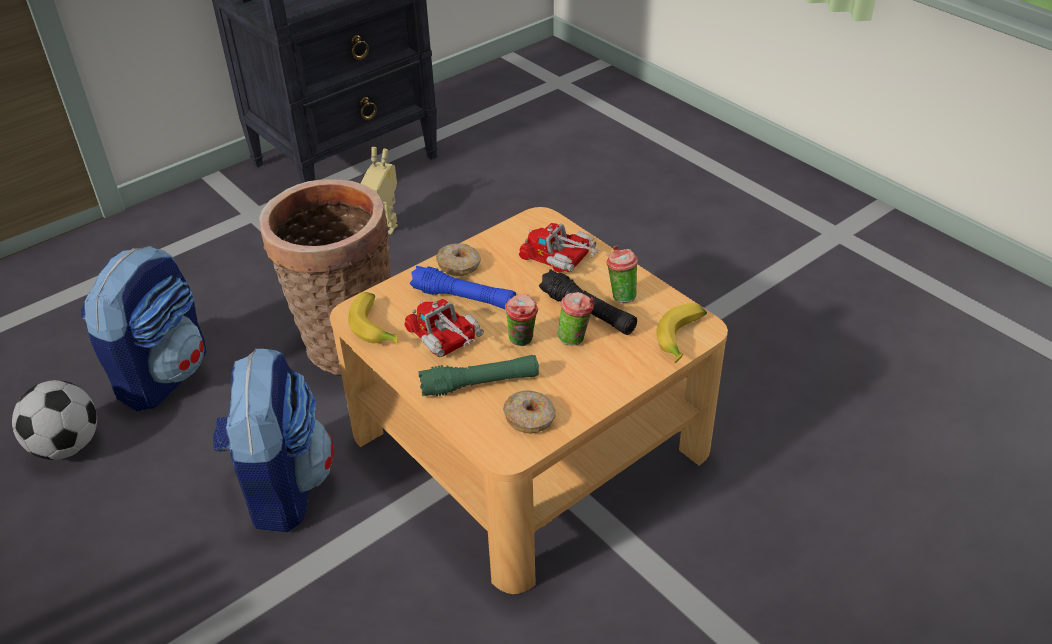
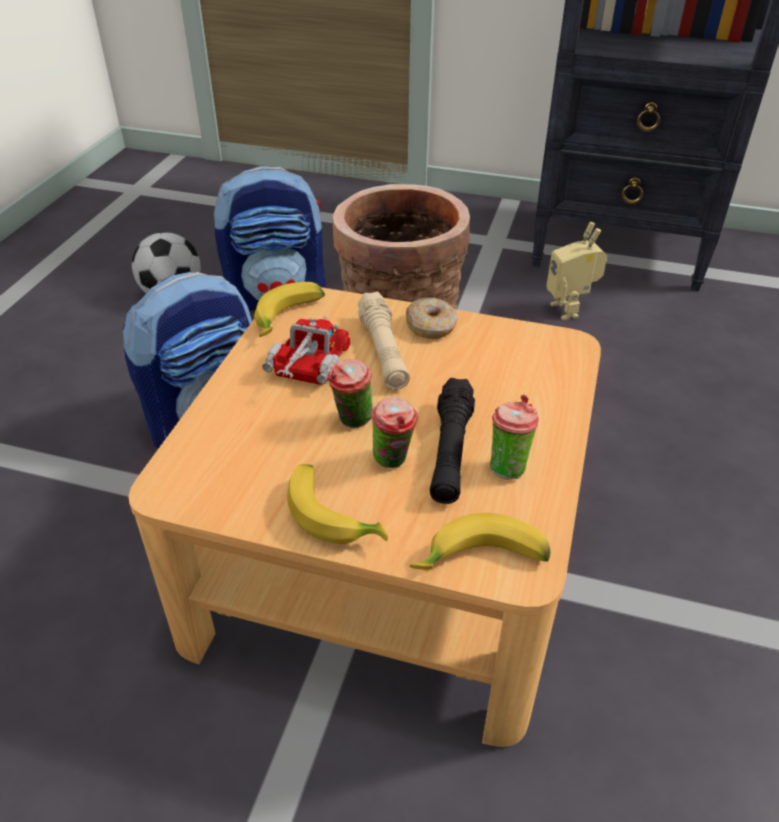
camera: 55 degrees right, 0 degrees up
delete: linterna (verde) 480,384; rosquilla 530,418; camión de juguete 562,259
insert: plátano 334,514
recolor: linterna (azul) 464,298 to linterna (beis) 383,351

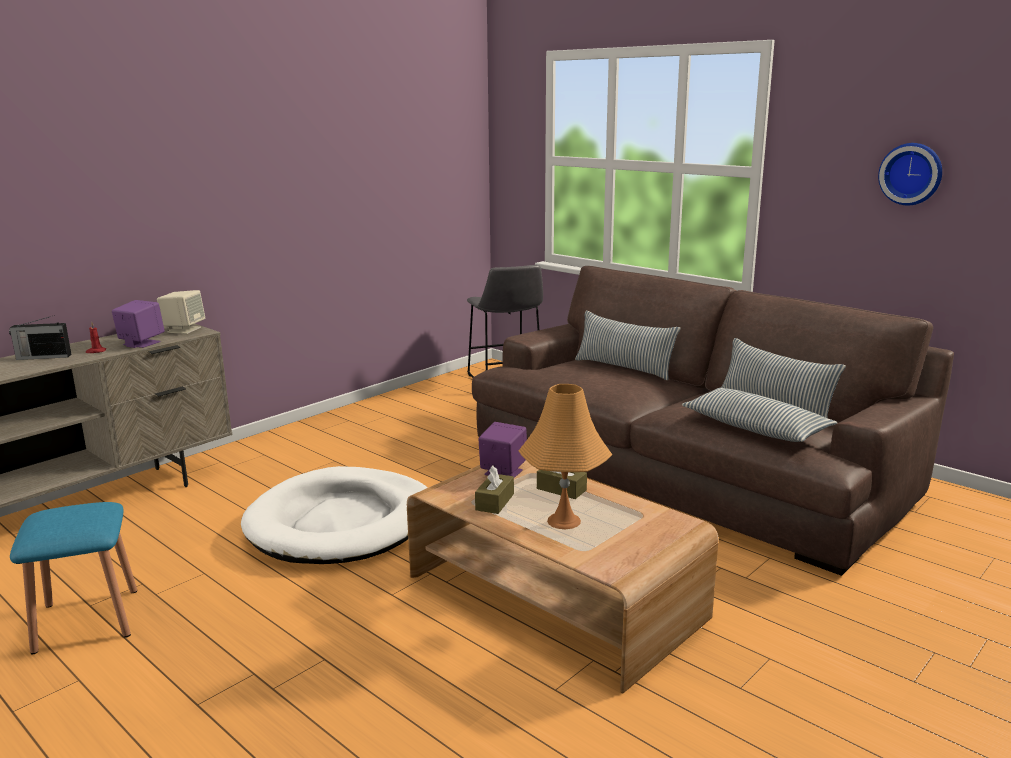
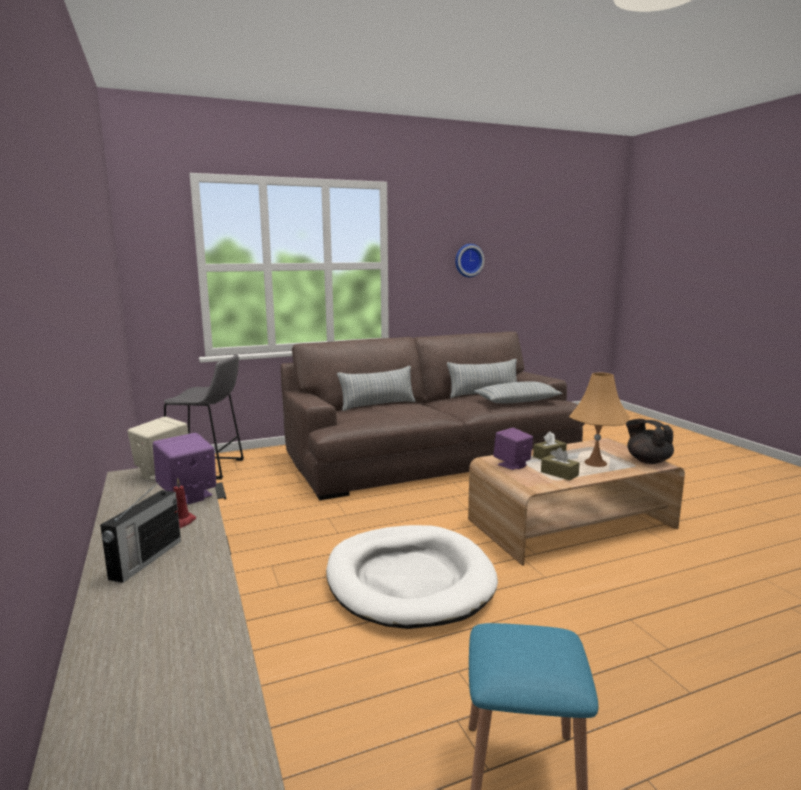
camera: 65 degrees left, 5 degrees down
insert: tetera (negro) 647,461

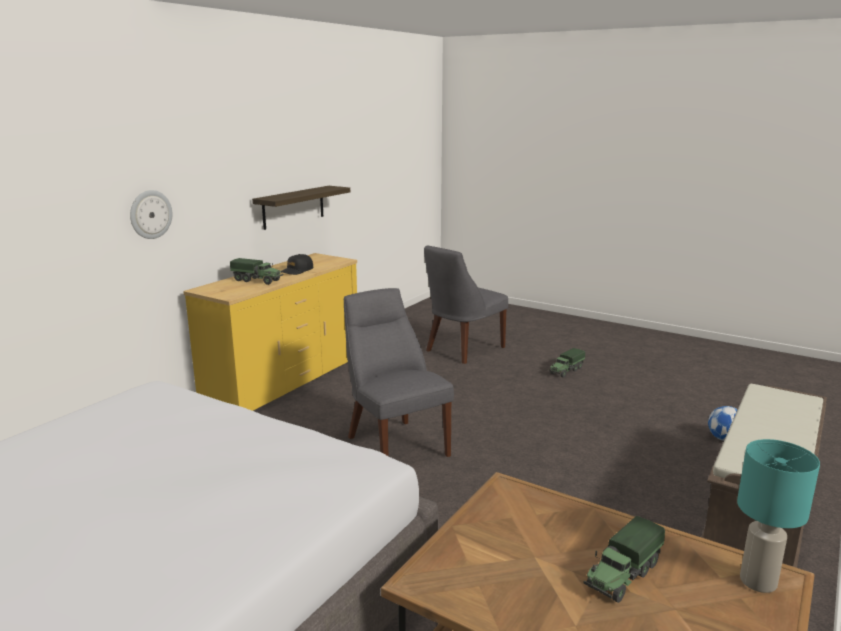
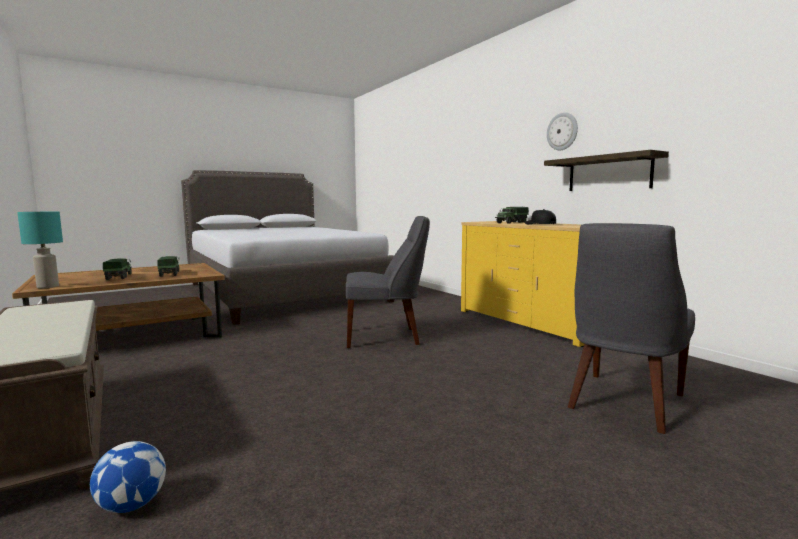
camera: 115 degrees right, 10 degrees down
move: camión de juguete 566,371 to 169,273; reloj de pared 150,214 to 562,131
rotate: silla (gris) 462,350 = 623,403 120 degrees counterclockwise

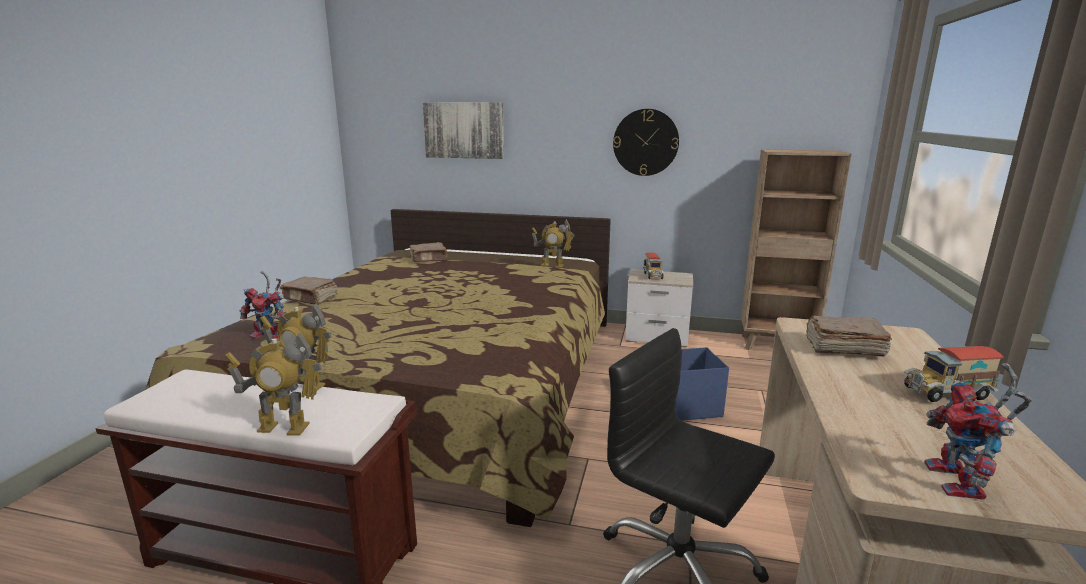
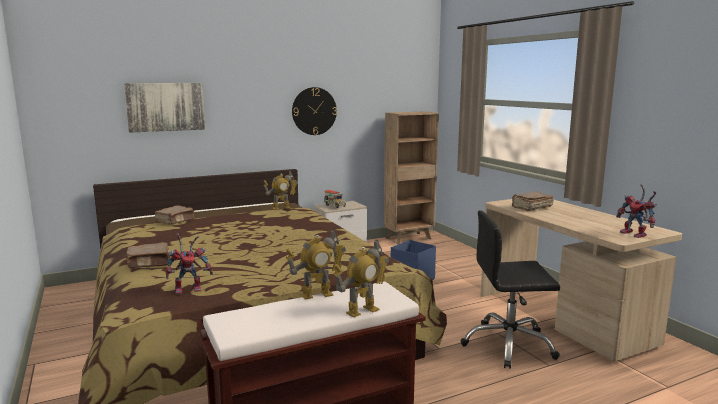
camera: 40 degrees left, 5 degrees down
delete: camión de juguete 946,394

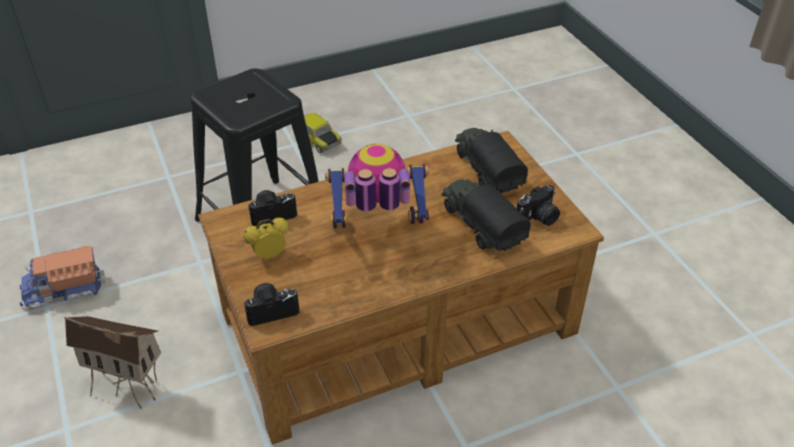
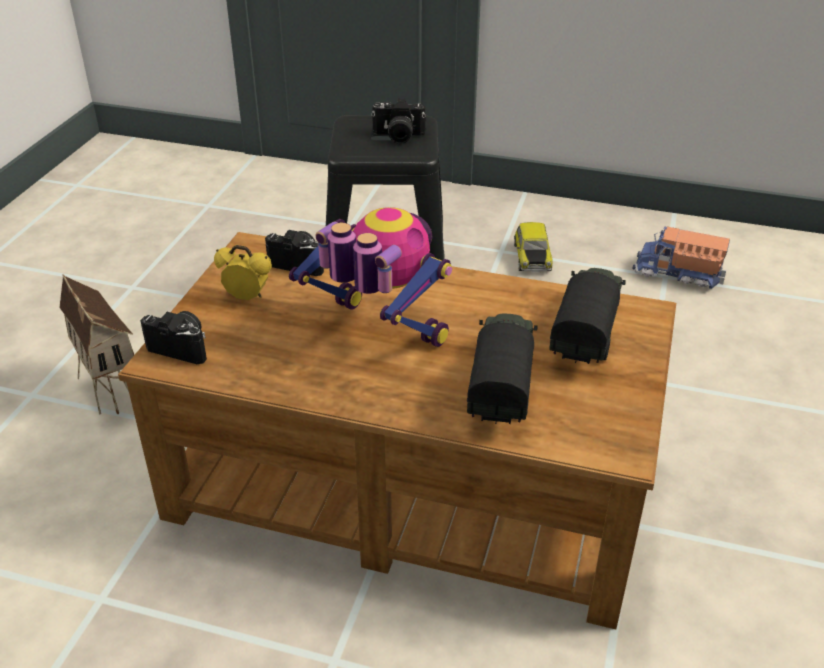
camera: 40 degrees right, 5 degrees down
move: cámara 538,218 to 398,136; camión de juguete 64,290 to 678,274

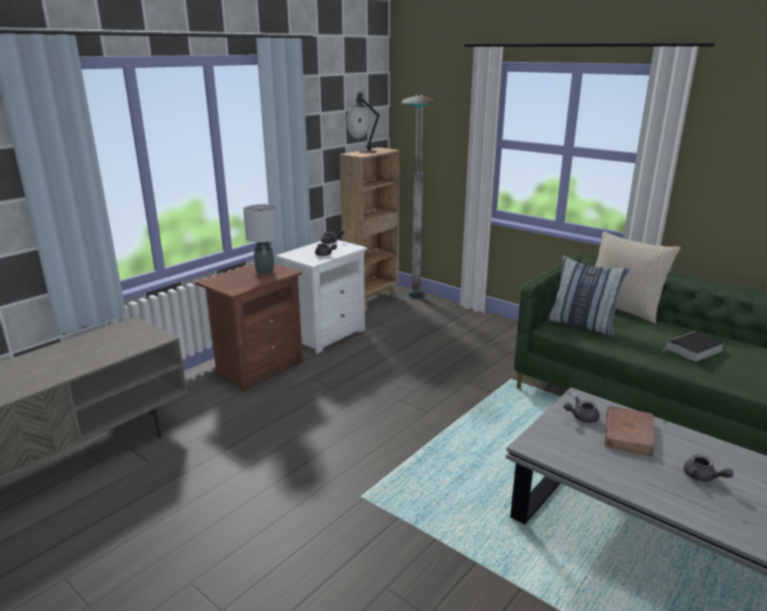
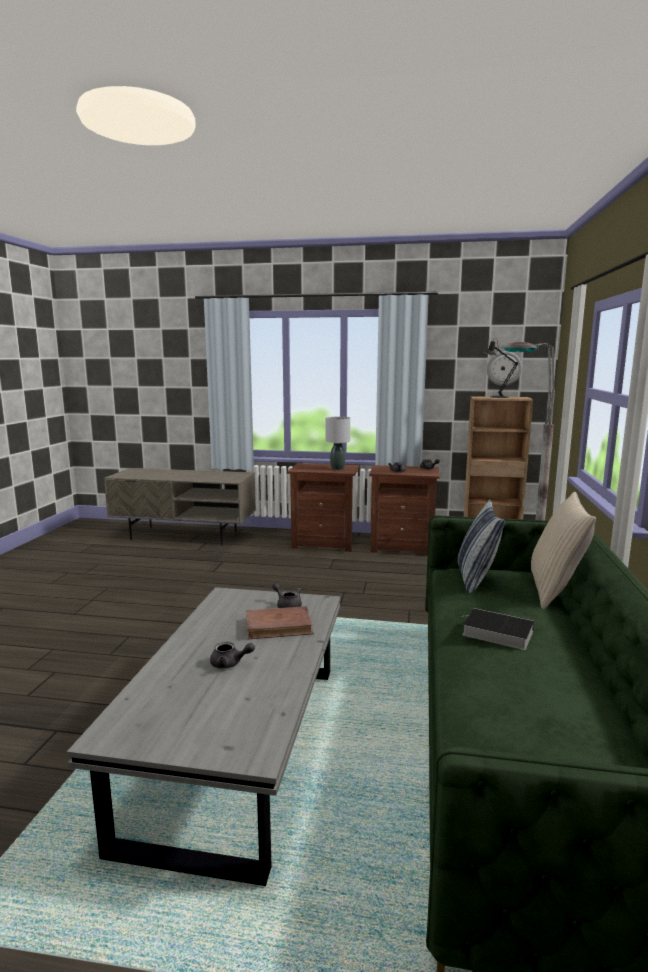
camera: 60 degrees right, 10 degrees down
recolor: mesita de noche (blanco) 325,334 to mesita de noche (marrón) 402,547
rotate: tetera (gris) 702,477 = 230,664 105 degrees counterclockwise

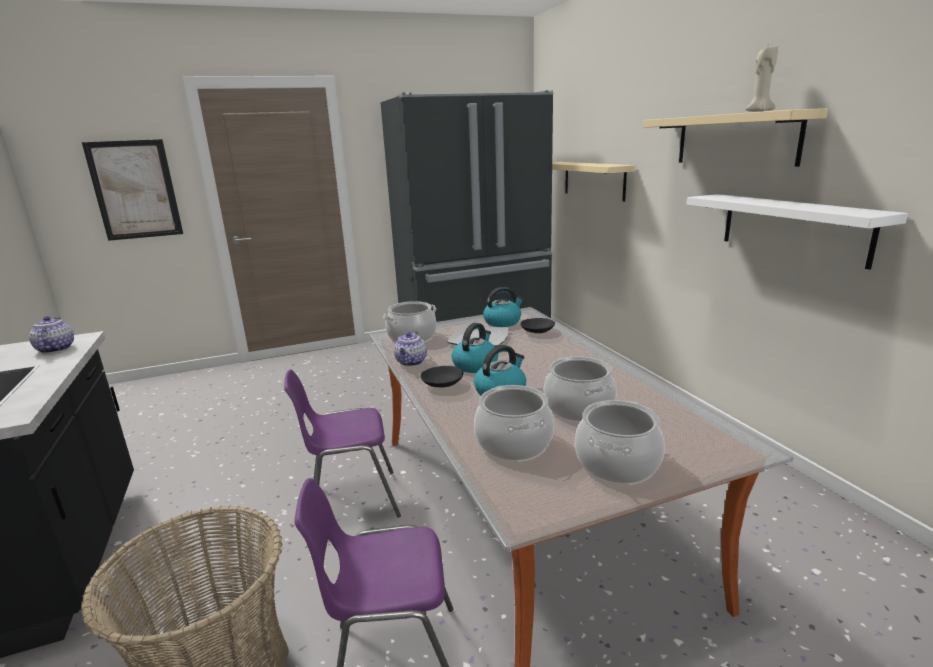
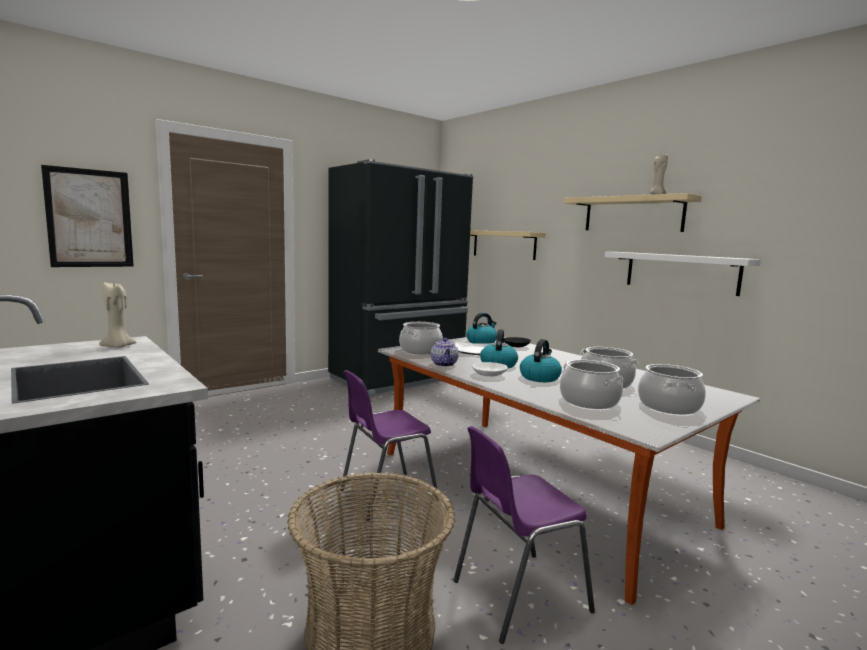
camera: 20 degrees left, 10 degrees down
replace: tetera 55,349 to vela (beis) 118,346
recolor: cuenco (negro) 441,384 to cuenco (blanco) 488,375

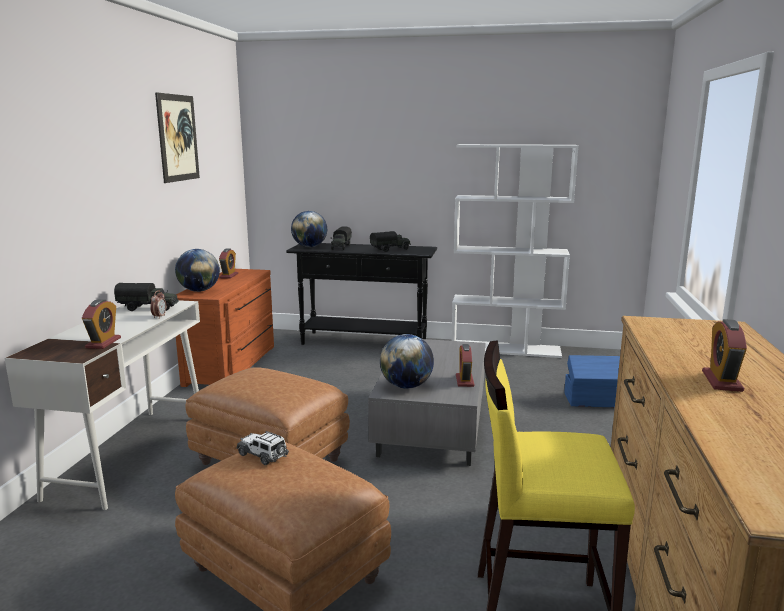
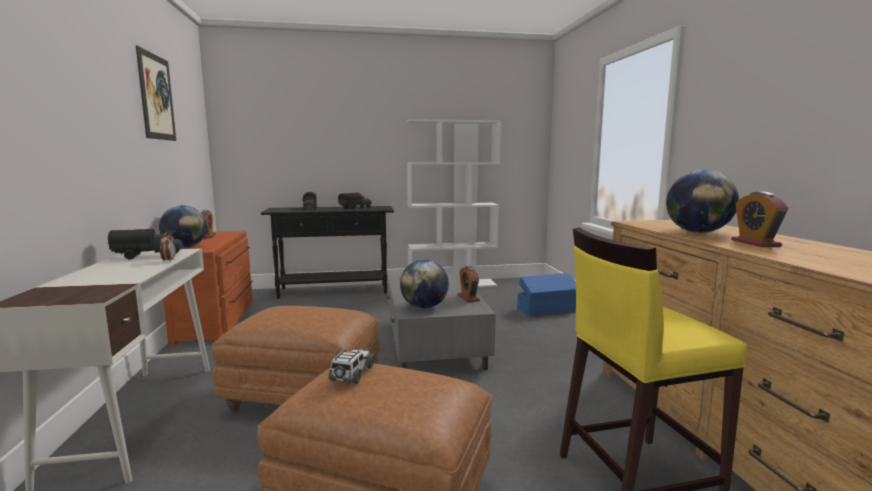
camera: 20 degrees left, 5 degrees down
delete: despertador 103,343
move: globo terráqueo 309,247 to 697,232
rotate: coche de juguete 263,455 = 352,374 90 degrees clockwise

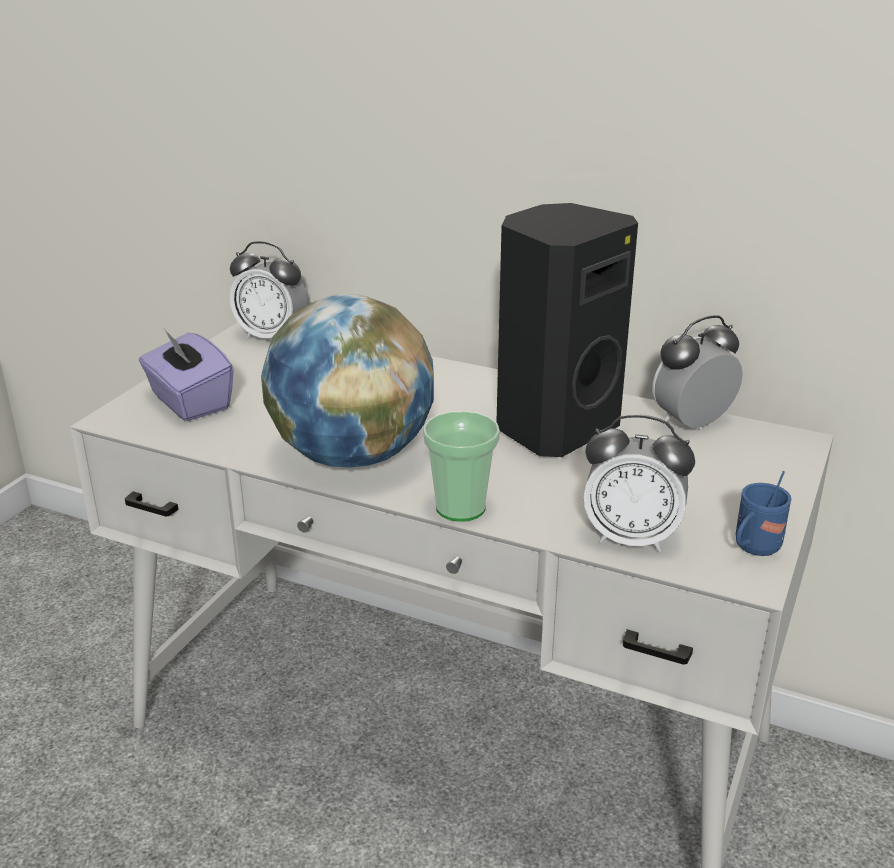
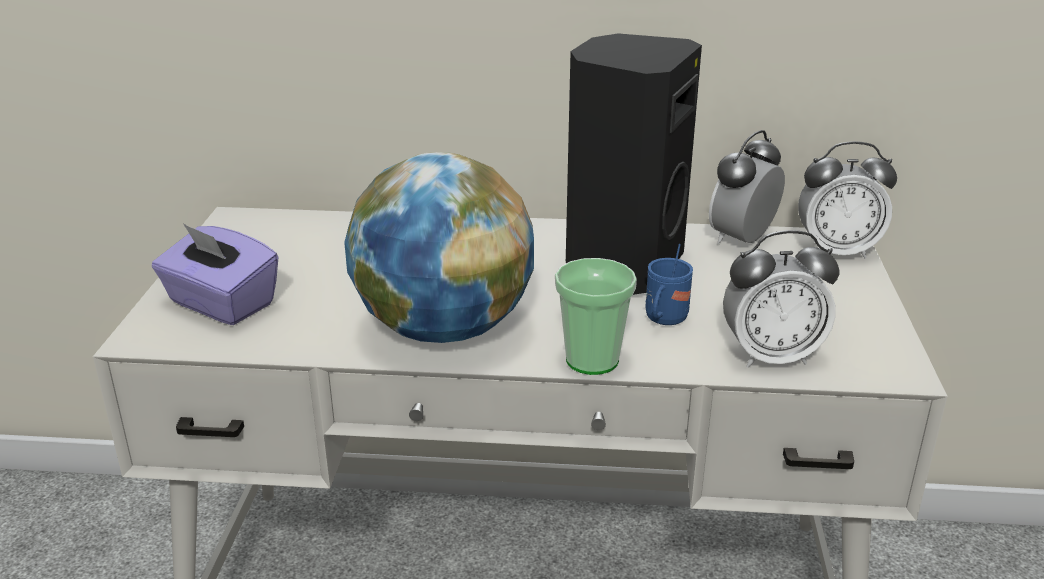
camera: 20 degrees left, 0 degrees up
move: taza grande (azul) 753,549 to 664,321; despertador 271,336 to 837,251

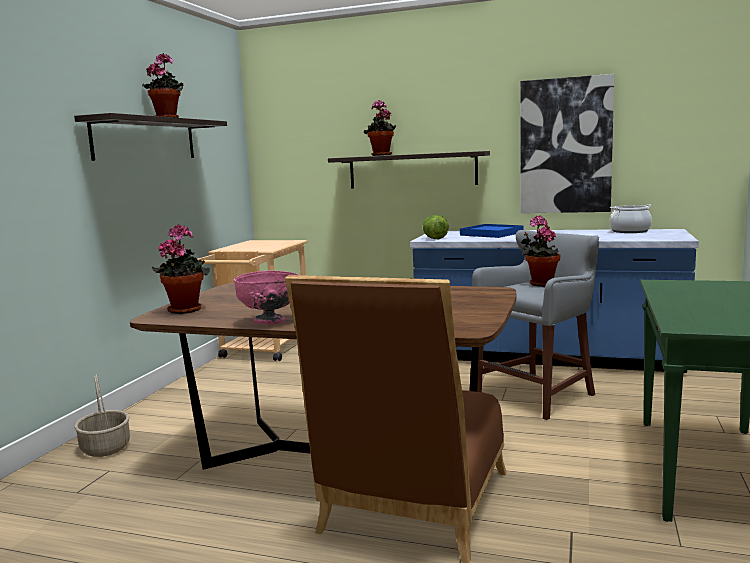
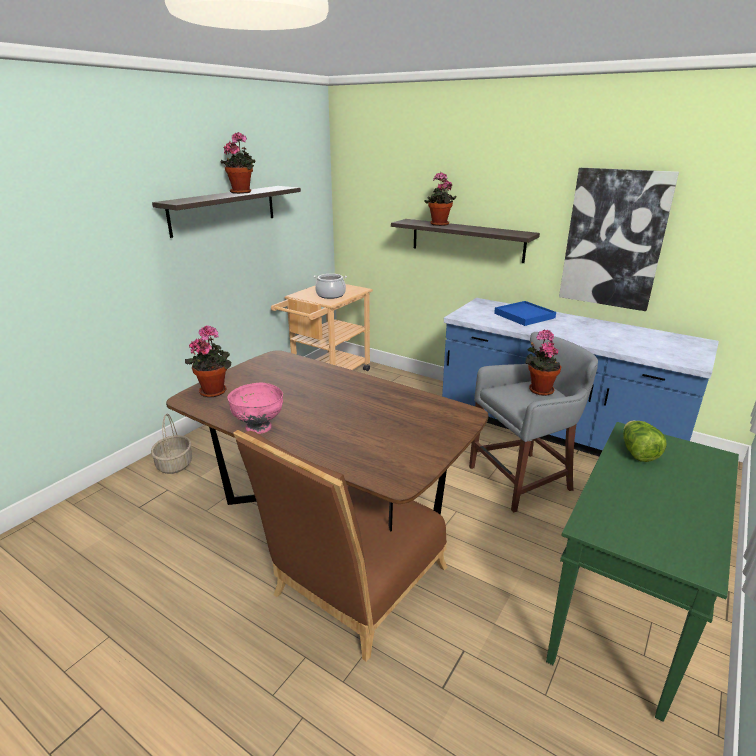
camera: 15 degrees right, 15 degrees up
move: olla 630,231 to 330,295; lechuga 434,238 to 637,453

